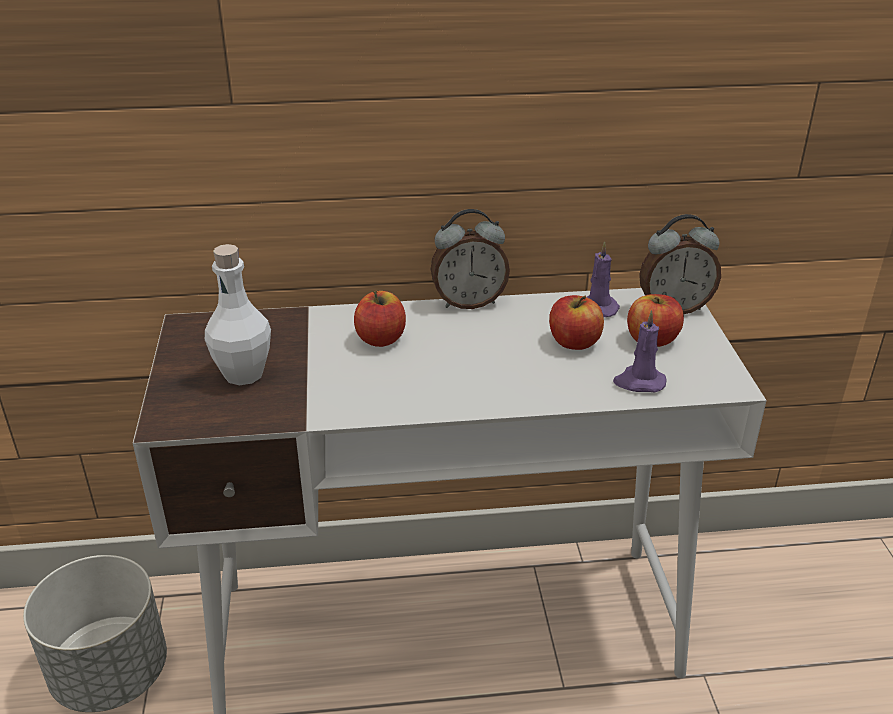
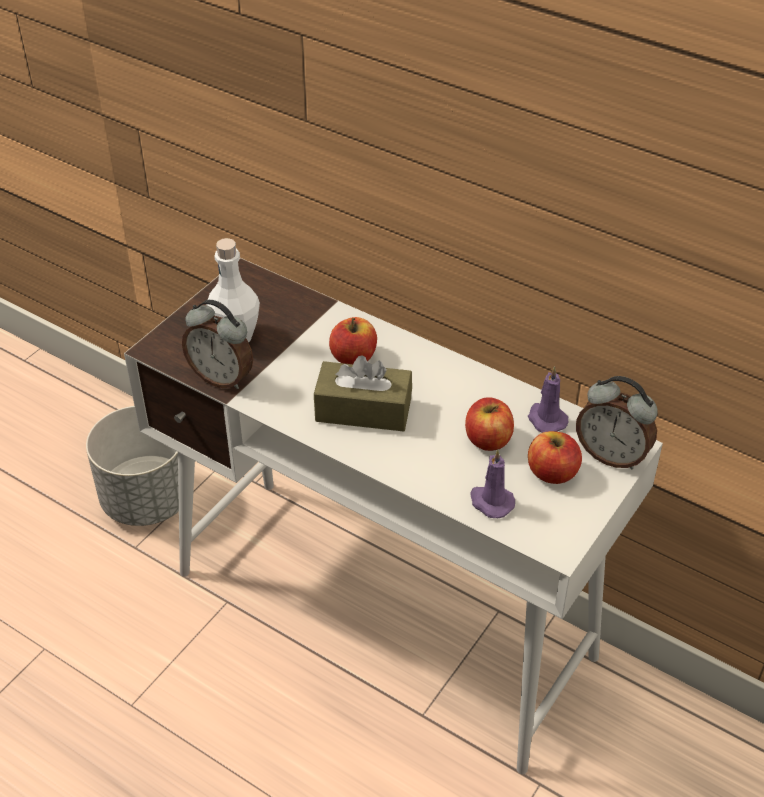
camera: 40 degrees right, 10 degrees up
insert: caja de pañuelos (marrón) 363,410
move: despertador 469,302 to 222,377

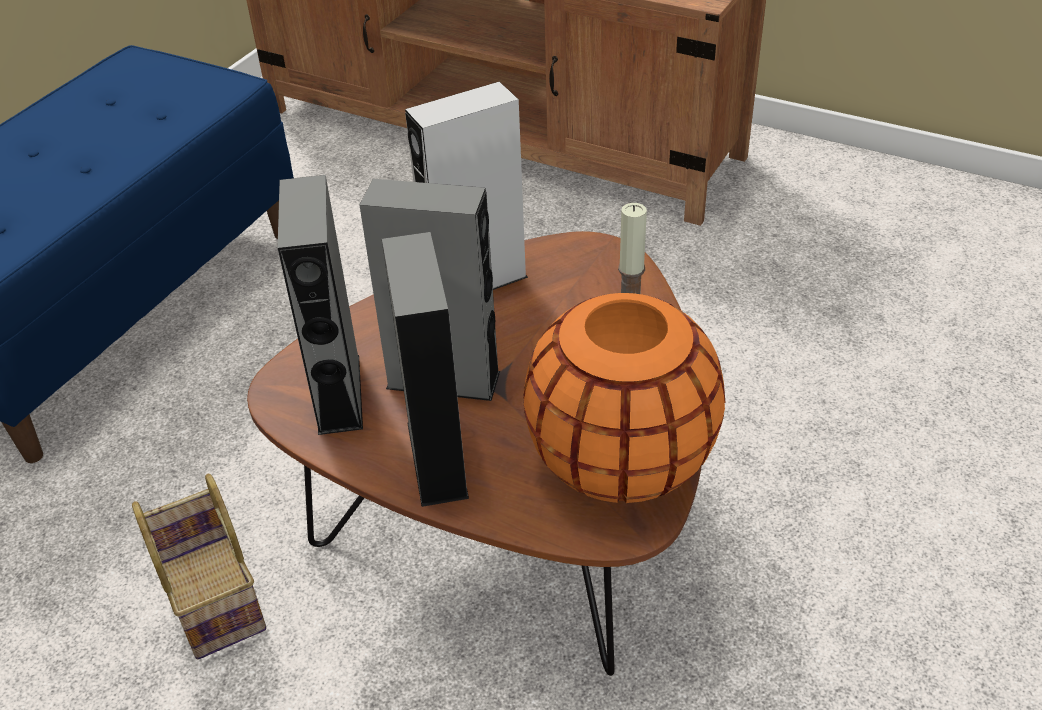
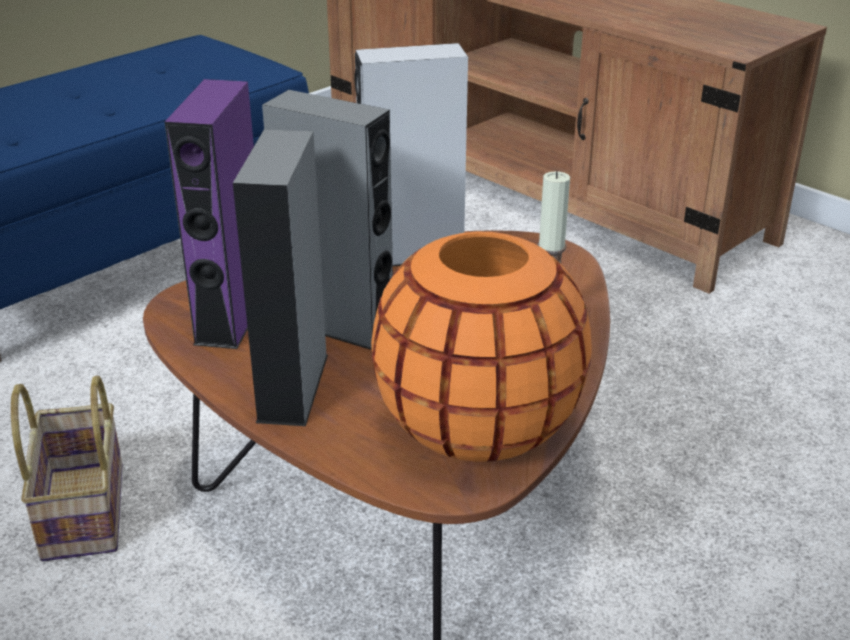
camera: 15 degrees right, 10 degrees down
recolor: altavoz (gris) 339,393 to altavoz (morado) 232,317

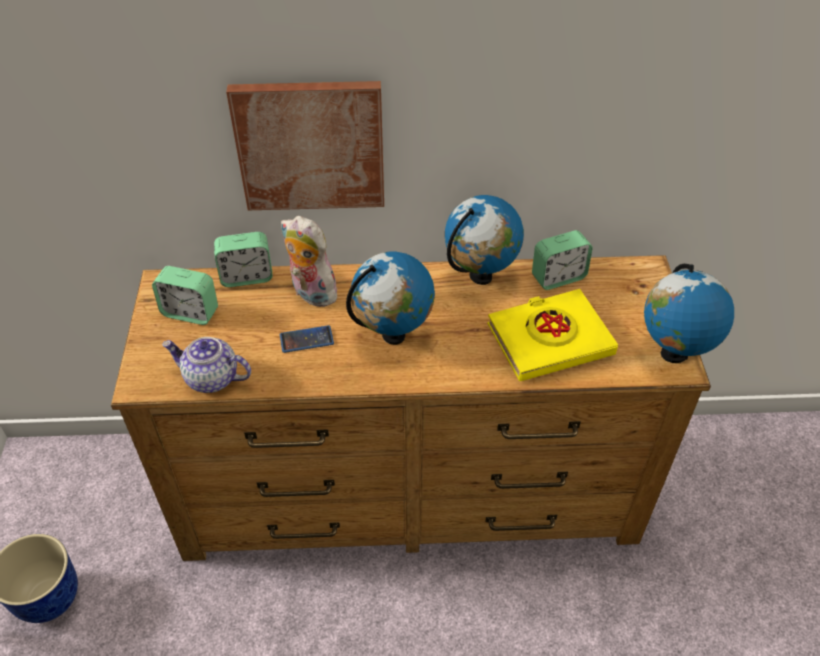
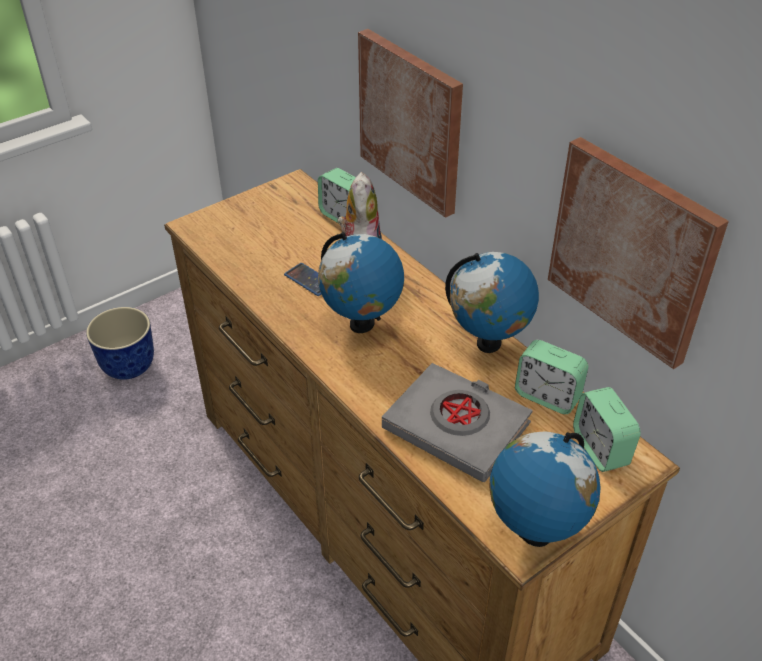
camera: 55 degrees right, 5 degrees down
delete: tetera 211,378
insert: cuadro 632,251
move: despertador 190,312 to 600,448
recolor: libro (amarillo) 549,340 to libro (gris) 456,427

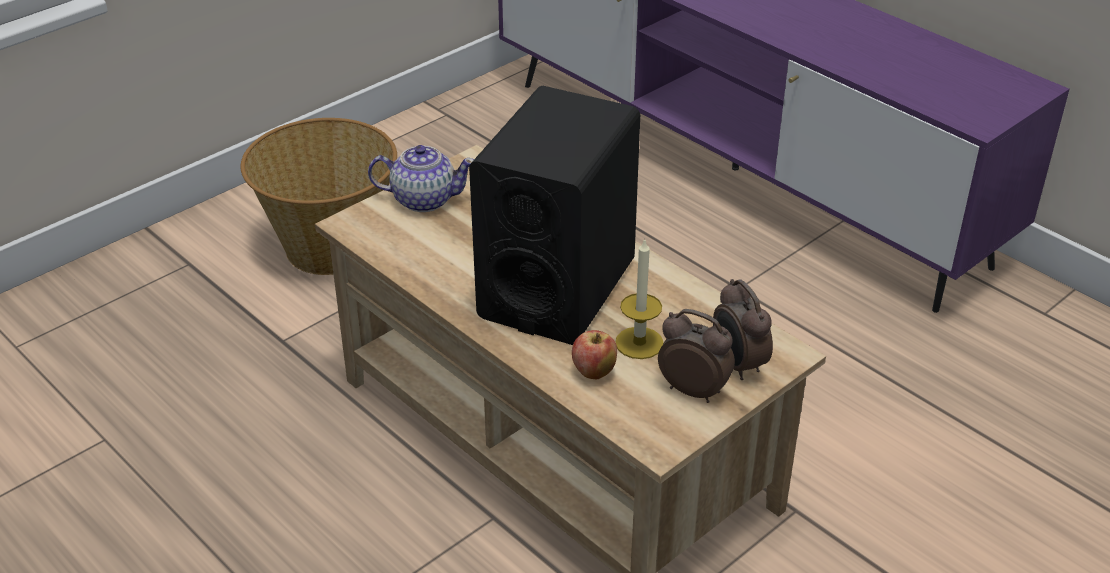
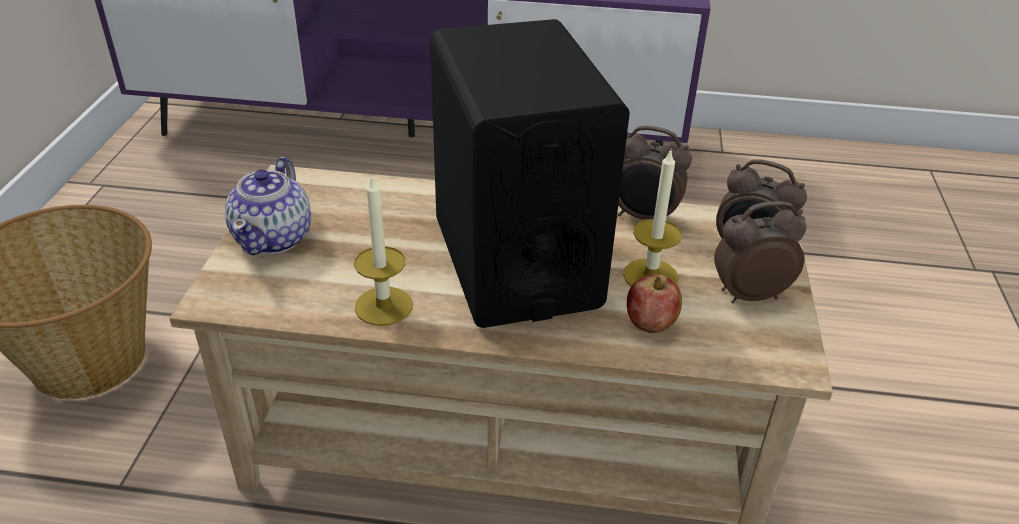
camera: 40 degrees left, 0 degrees up
insert: vela 383,306; despertador 643,217
rotate: tetera 423,199 = 274,237 135 degrees clockwise

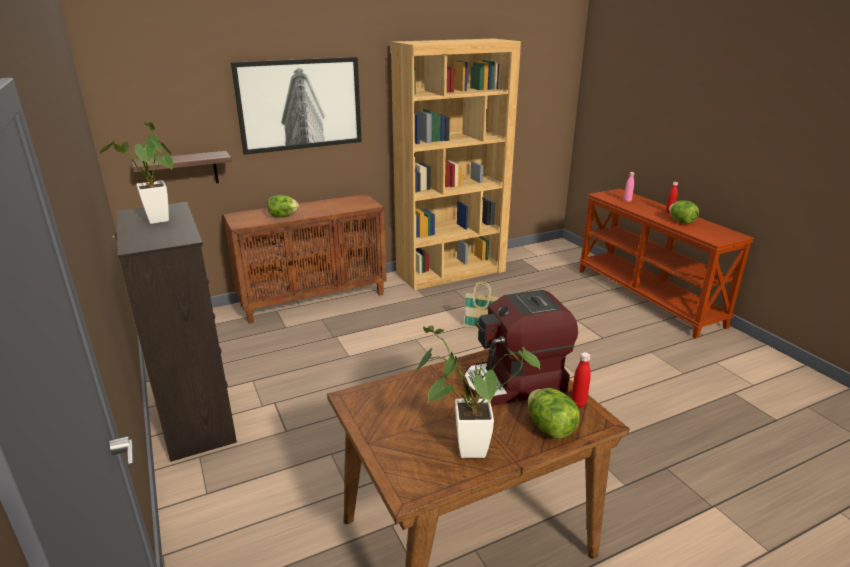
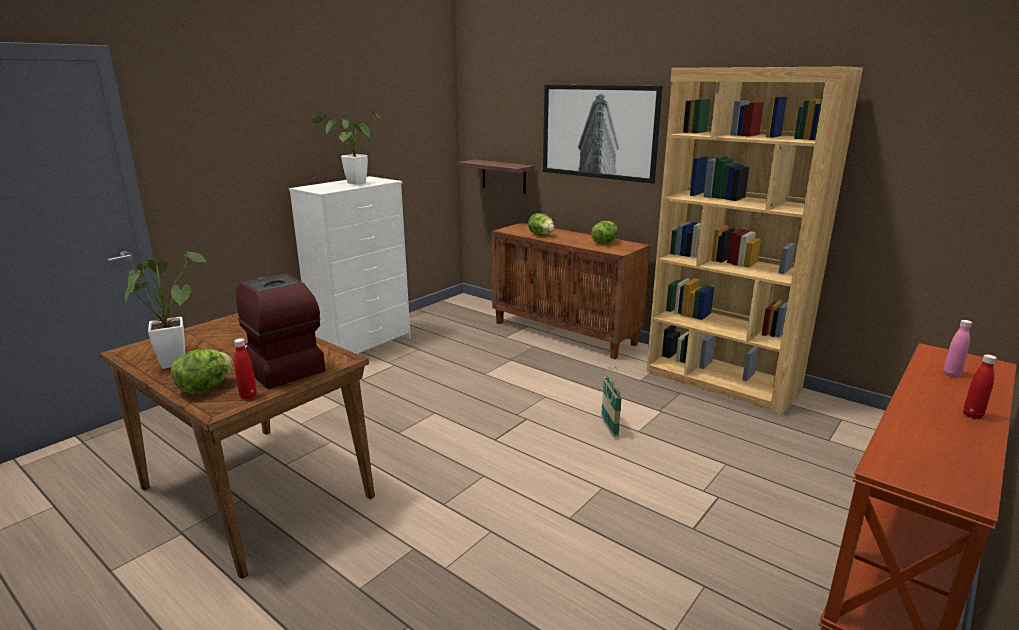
camera: 65 degrees right, 5 degrees down
move: lechuga 681,222 to 604,243
recolor: cómoda (negro) 198,415 to cómoda (blanco) 363,346

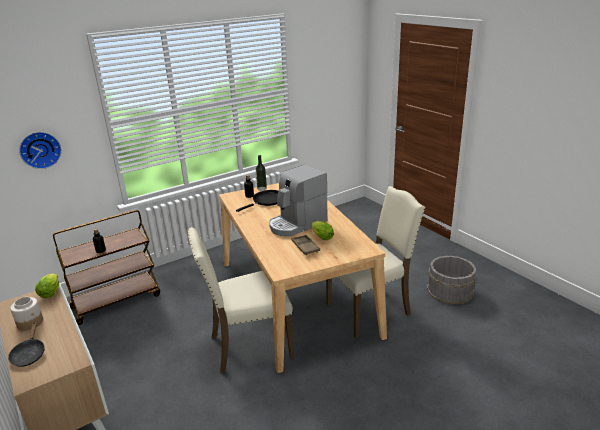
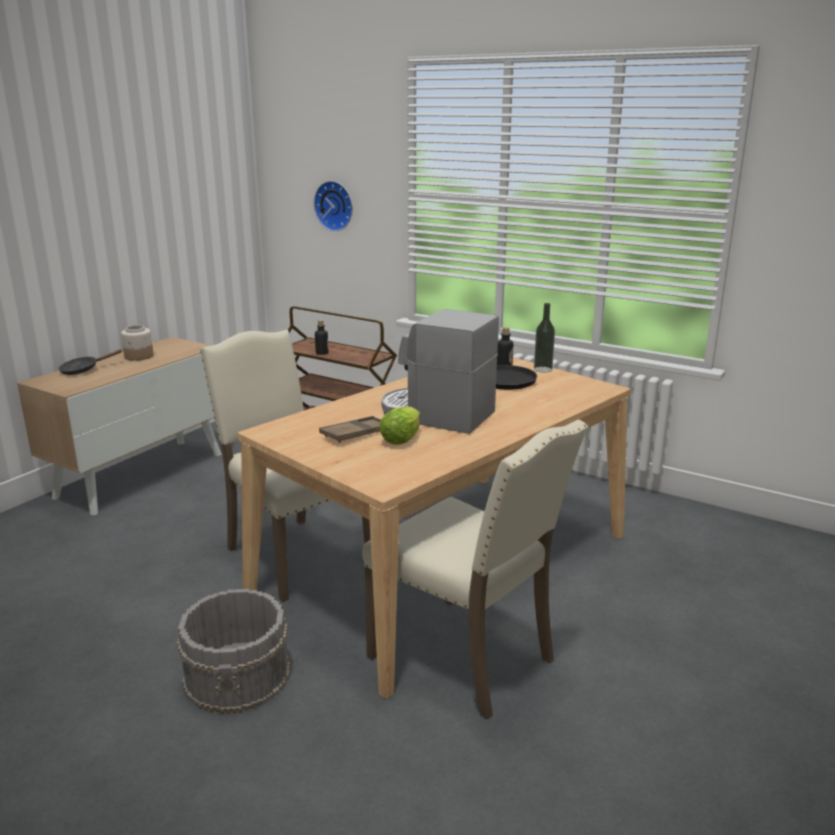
camera: 65 degrees right, 5 degrees down
delete: lechuga 51,292
move: cubo (gris) 450,290 to 238,675

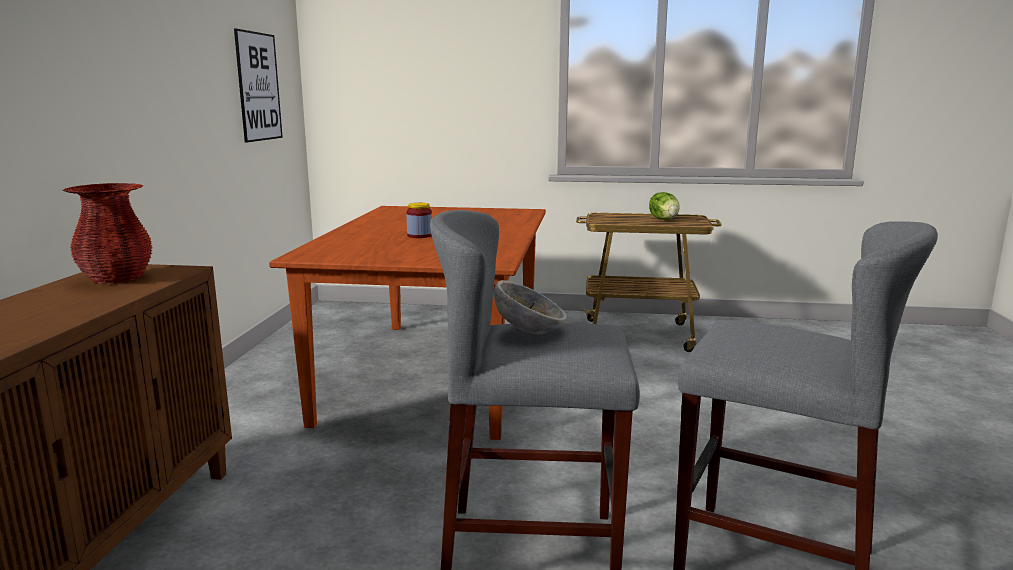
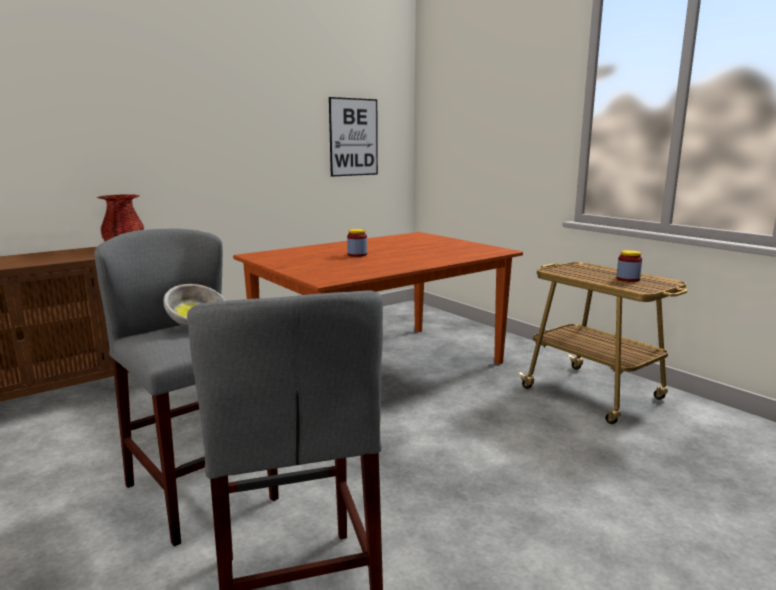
camera: 45 degrees right, 0 degrees up
replace: lechuga 664,219 to tarro 627,279

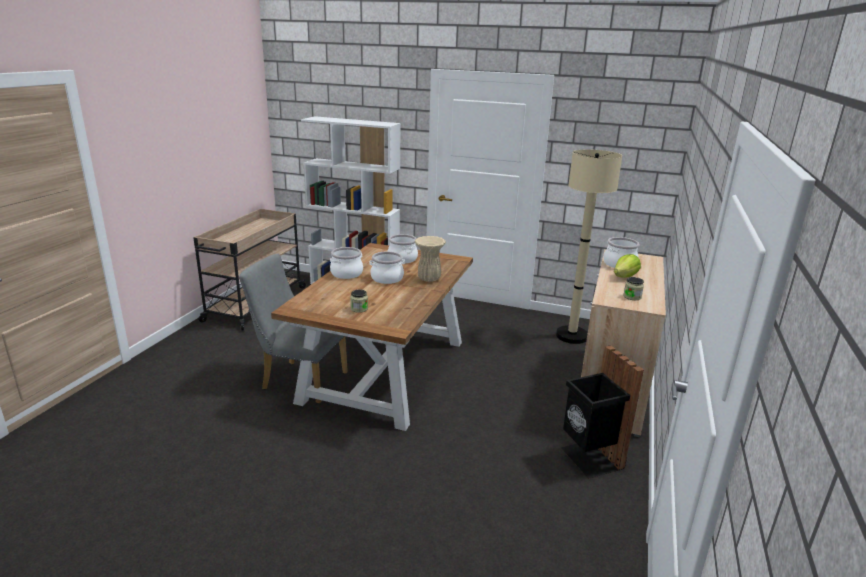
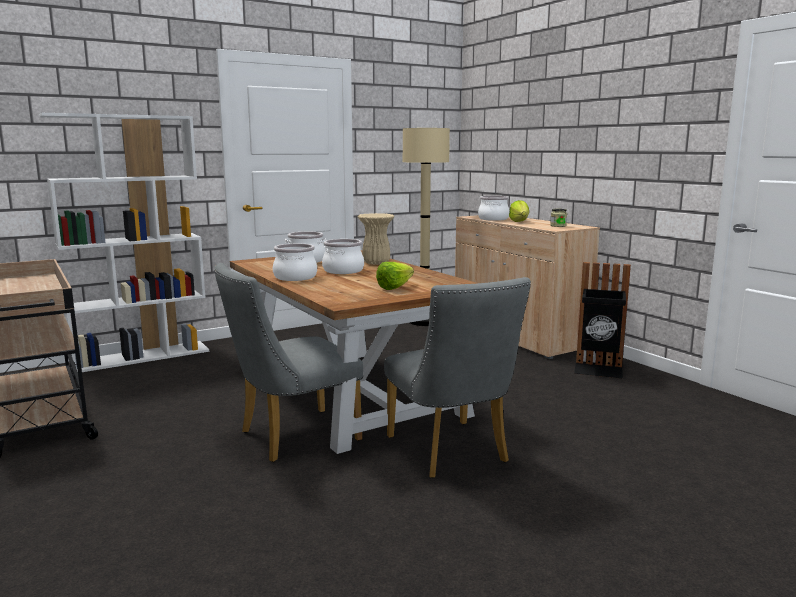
camera: 50 degrees left, 10 degrees down
insert: silla (gris) 451,453
replace: tarro 359,309 to lechuga 398,287

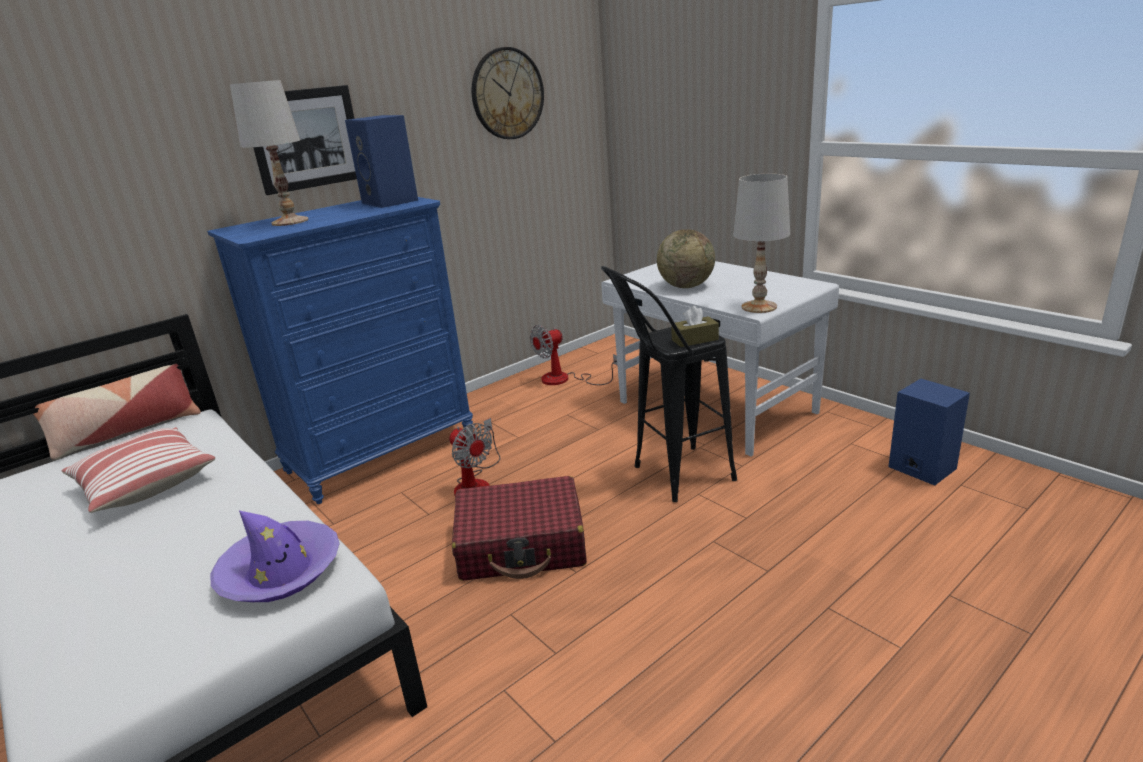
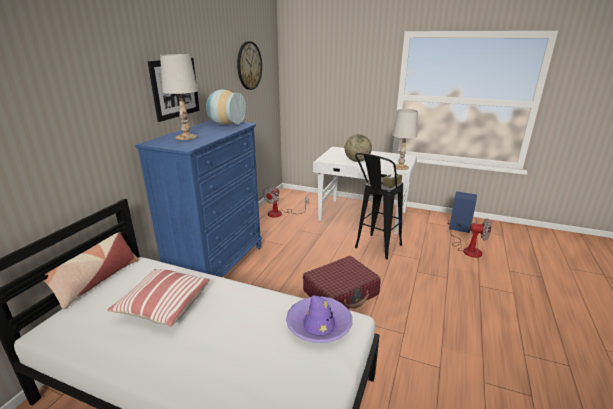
camera: 30 degrees left, 0 degrees up
move: ventilador 476,483 to 467,249
replace: altavoz (azul) 391,201 to florero 225,124

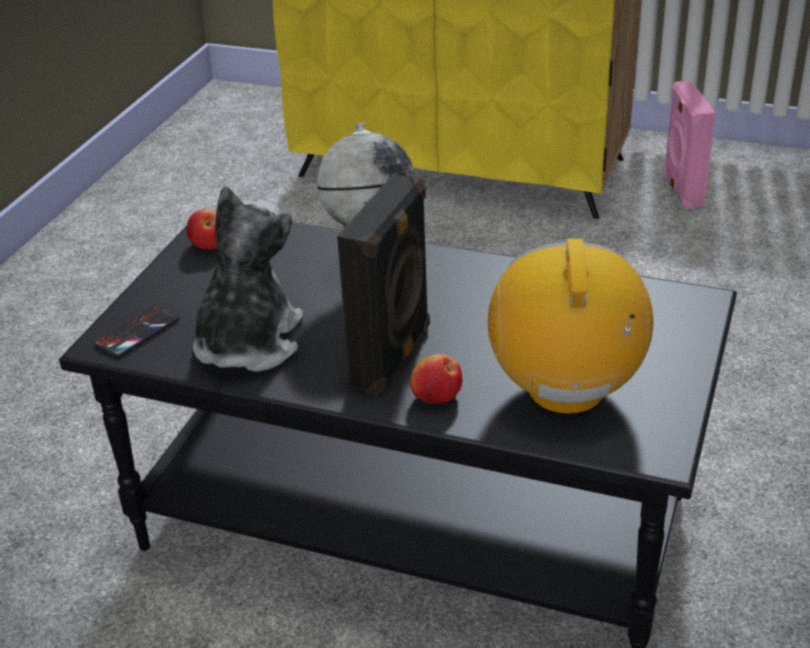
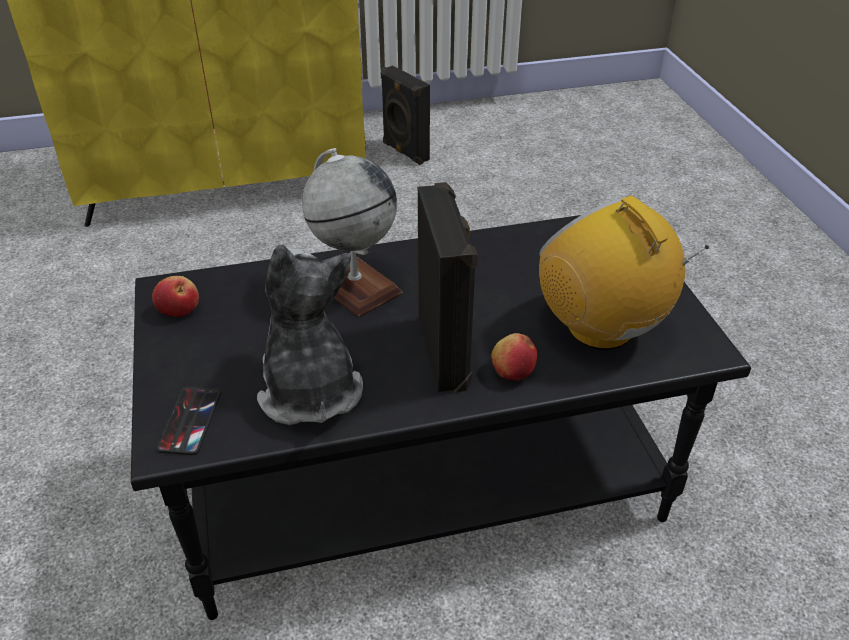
camera: 35 degrees left, 5 degrees up
recolor: altavoz (rosa) 681,190 to altavoz (negro) 404,152

